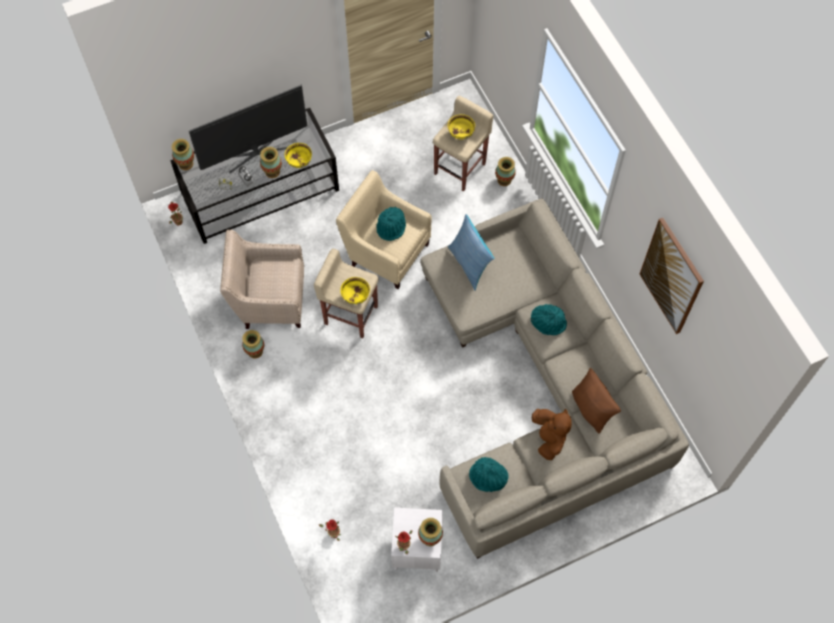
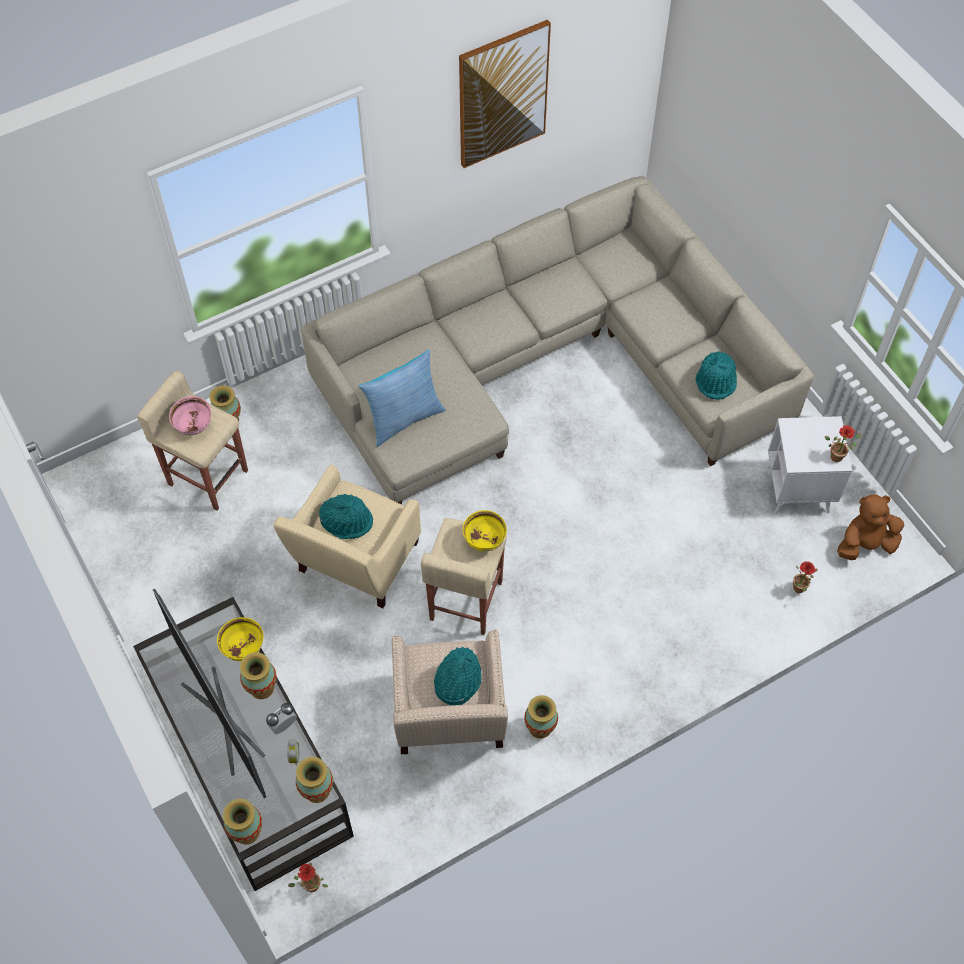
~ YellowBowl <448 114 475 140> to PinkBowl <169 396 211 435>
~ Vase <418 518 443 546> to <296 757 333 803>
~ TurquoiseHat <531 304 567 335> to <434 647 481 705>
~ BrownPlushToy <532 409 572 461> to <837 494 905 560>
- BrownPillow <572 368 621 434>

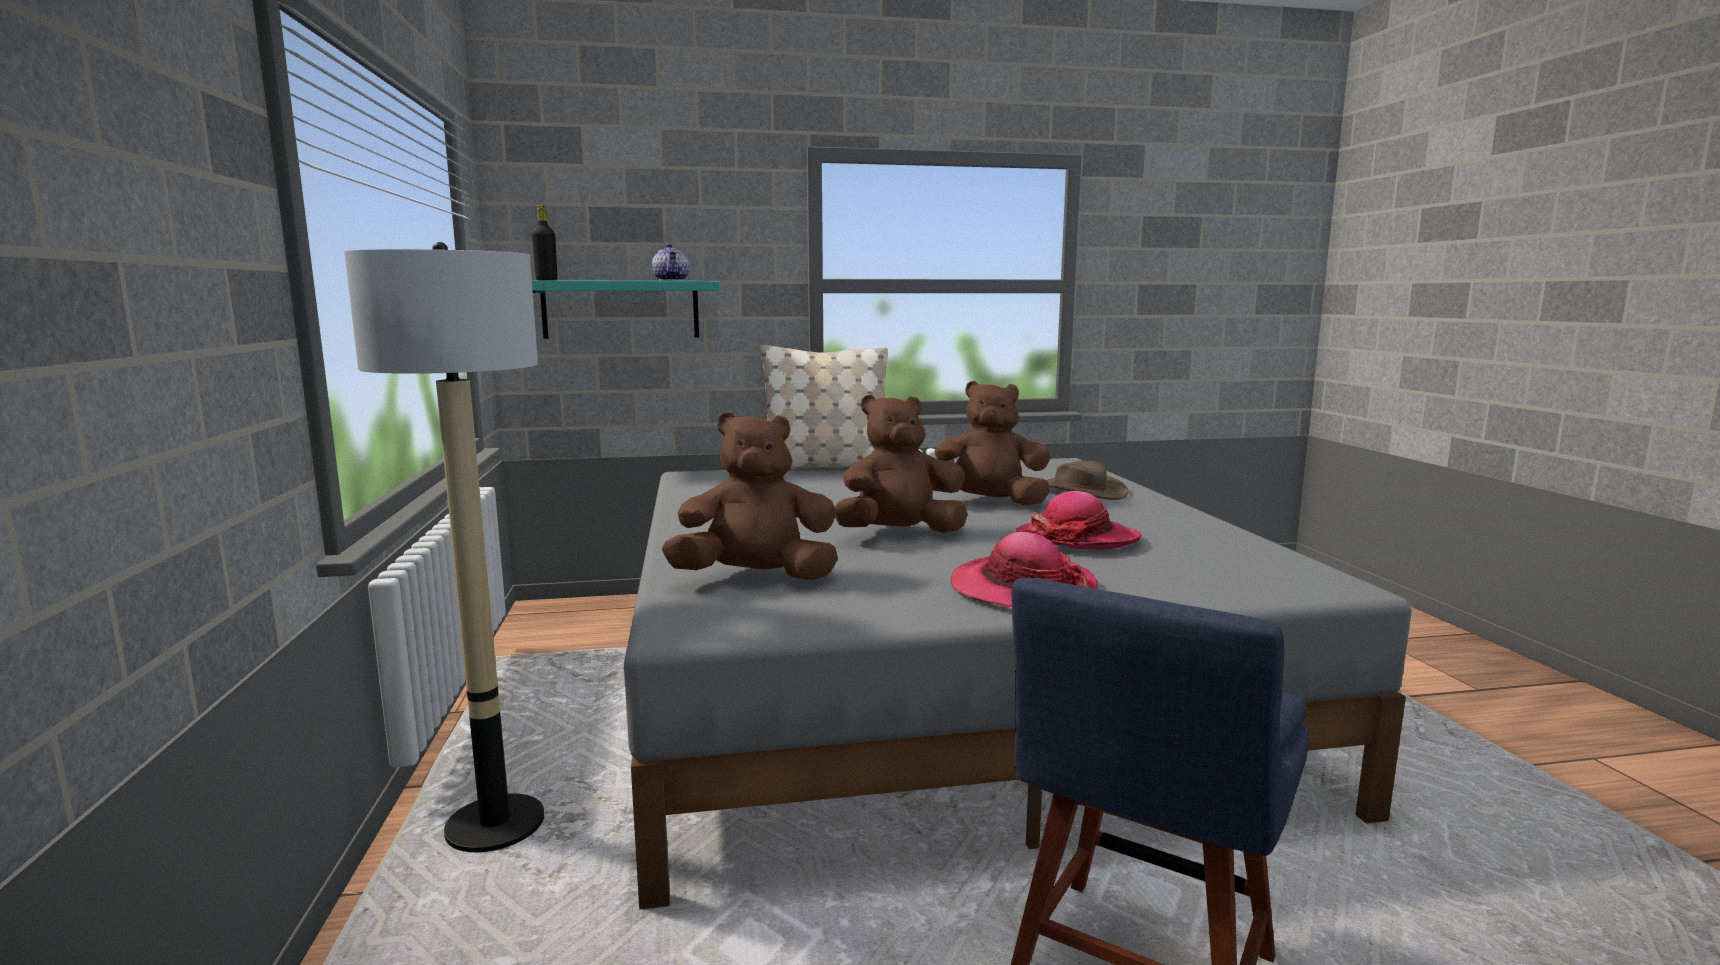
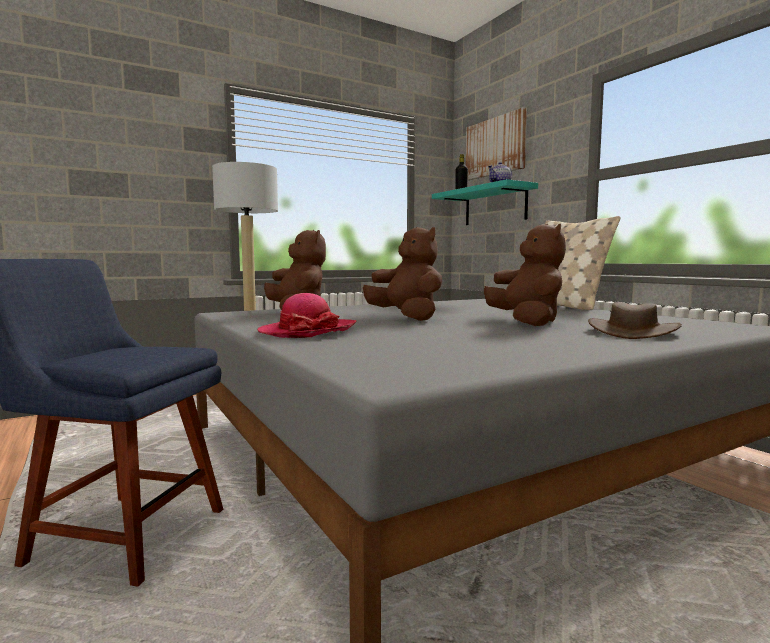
+ Picture <466 107 527 180>
- Hat <1016 491 1141 549>

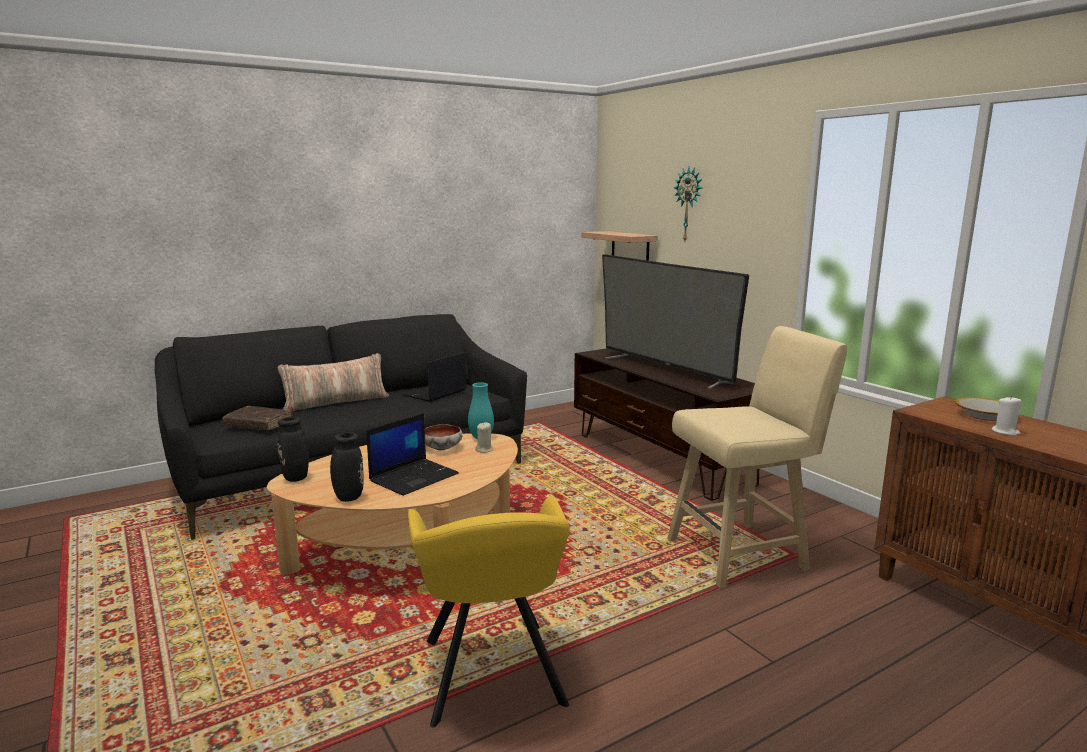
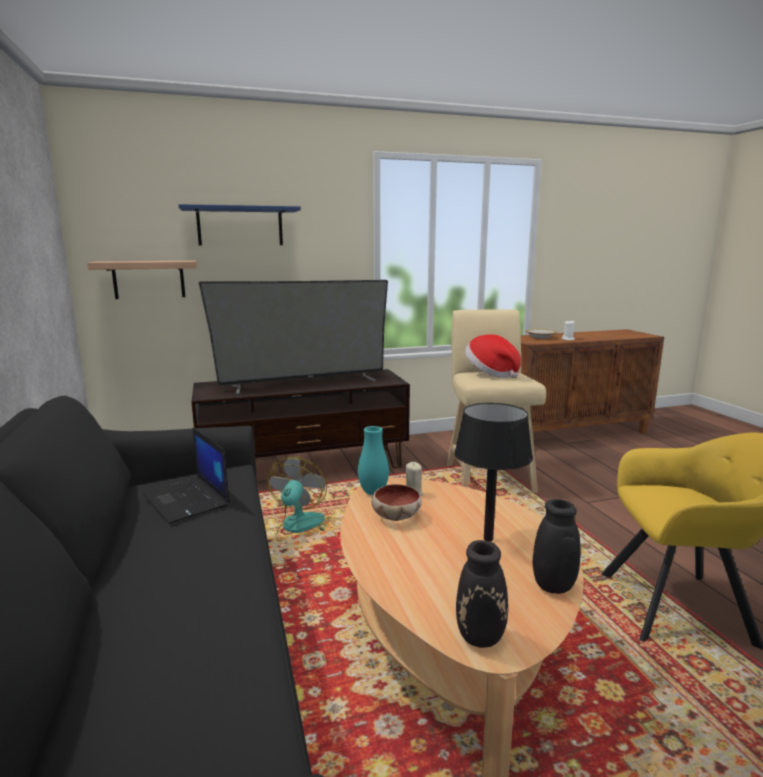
~ WallClock <674 167 702 241> to BlueShelf <179 204 301 245>
+ Fan <267 457 327 544>
~ Laptop <366 413 459 496> to BlackTableLamp <454 403 533 541>
+ Hat <465 334 521 378>
- BrownBook <222 406 291 430>
- Pillow <278 353 389 411>

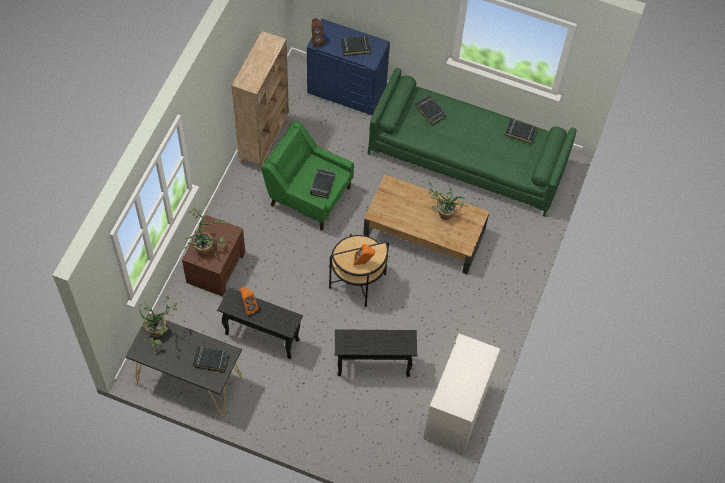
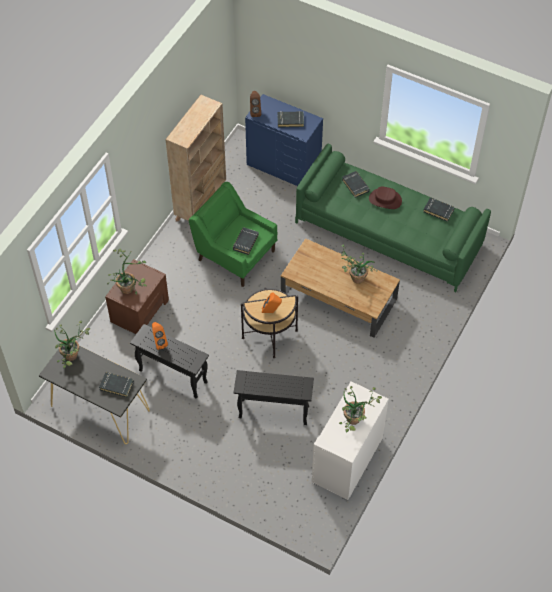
+ PottedPlant <339 386 382 432>
+ BrownHat <369 187 402 209>

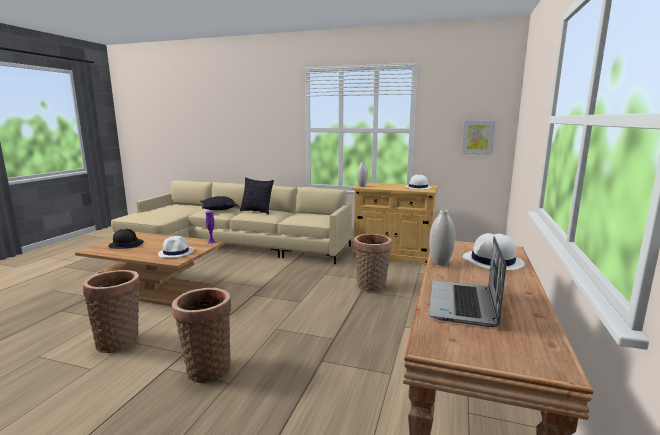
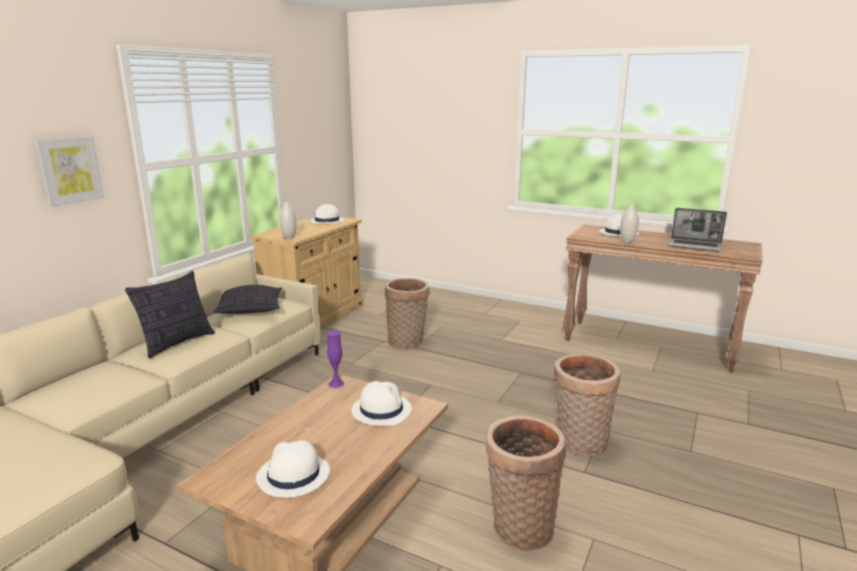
~ Picture <461 120 495 155> to <35 136 104 207>
~ Pillow <200 196 238 210> to <213 285 282 314>
~ BlackHat <108 229 144 249> to WhiteHat <256 440 330 498>

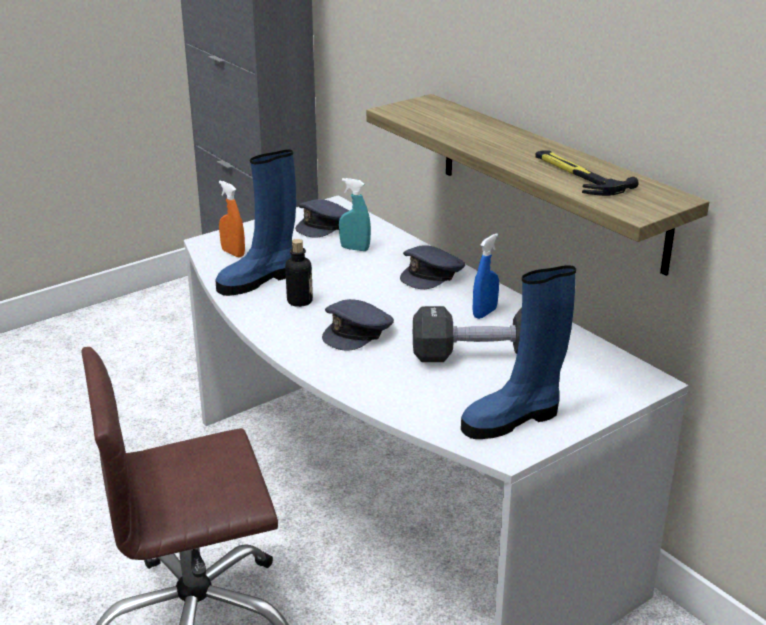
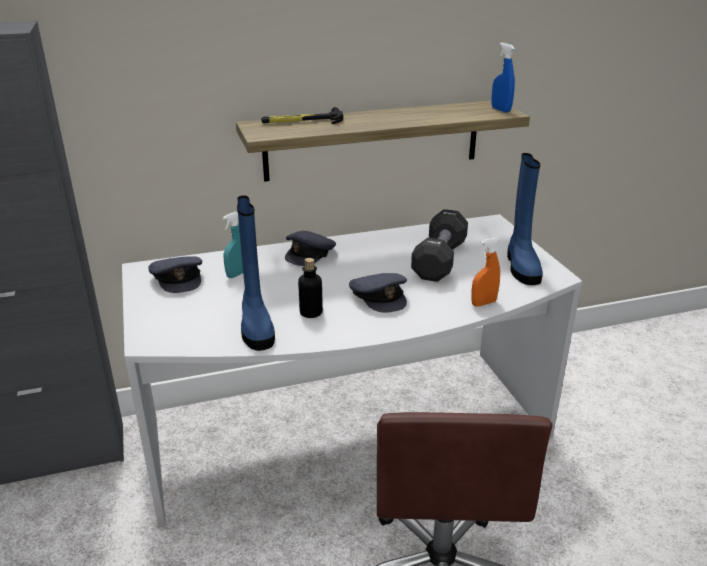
~ Hammer <535 150 639 196> to <261 107 343 124>
~ GreyCap <400 245 465 289> = <285 231 336 266> 60 degrees clockwise
~ OrangeSprayBottle <219 181 245 258> to <471 238 500 307>
~ BlueSprayBottle <473 233 499 319> to <491 43 515 112>

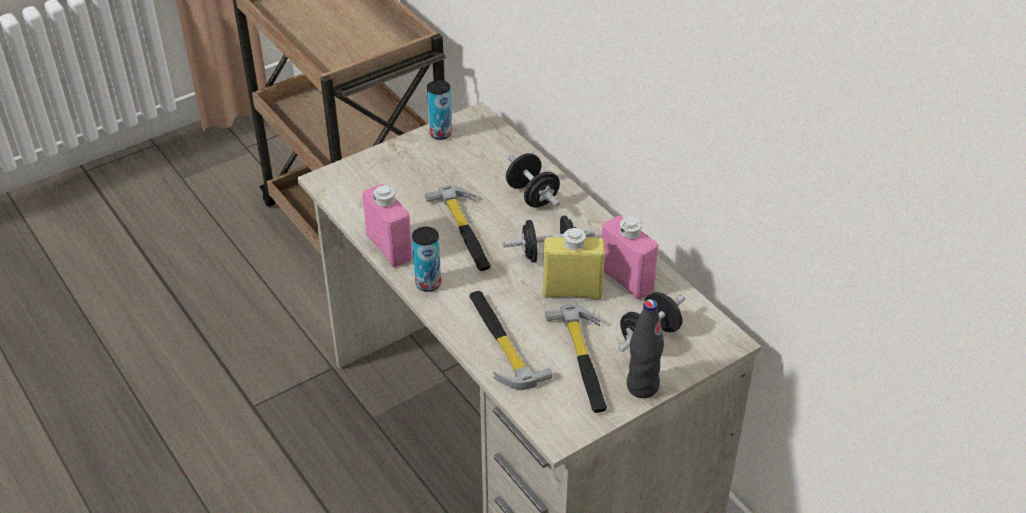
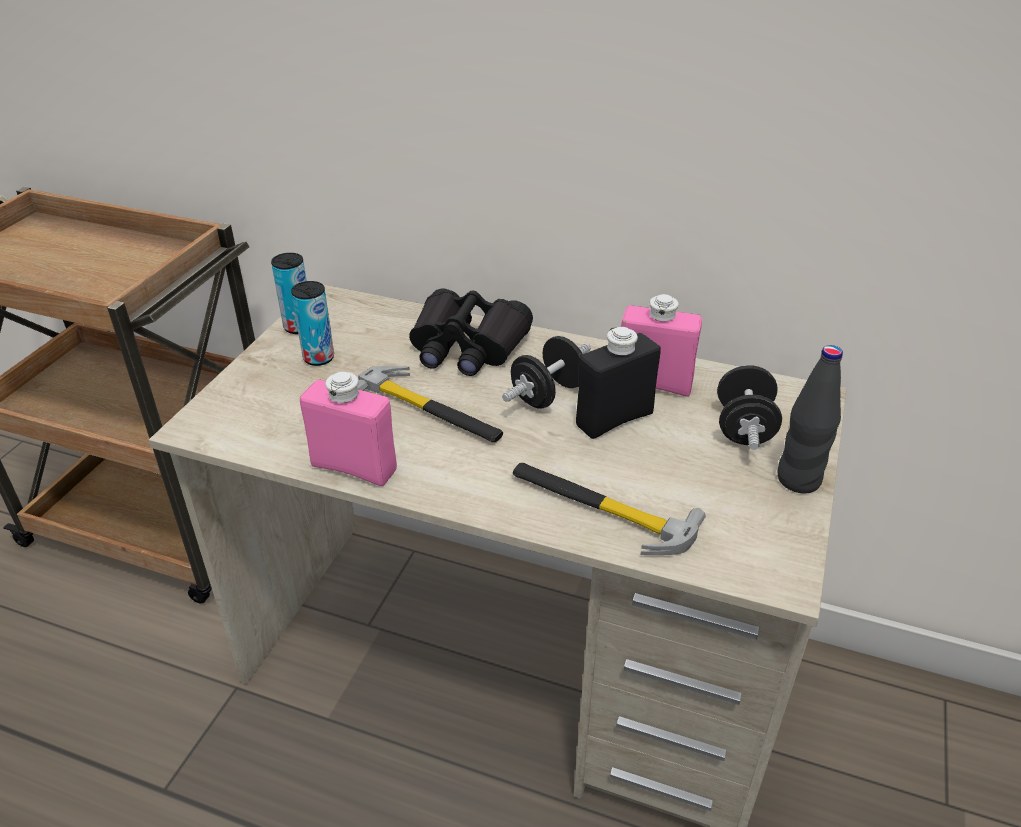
~ Can <412 227 441 292> to <291 281 334 366>
~ BlackDumbbell <506 153 560 208> to BlackBinoculars <409 289 533 376>
~ YellowBottle <543 227 605 299> to BlackBottle <576 327 661 439>
- Hammer <545 305 607 413>

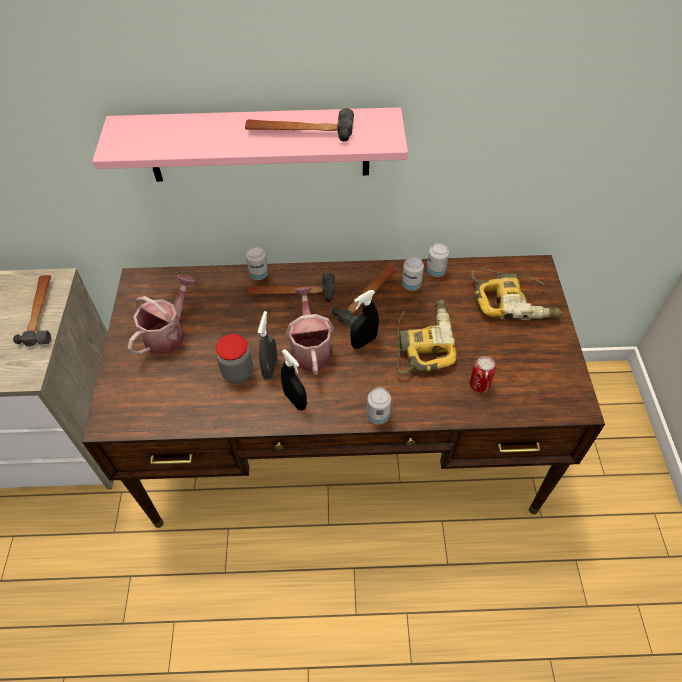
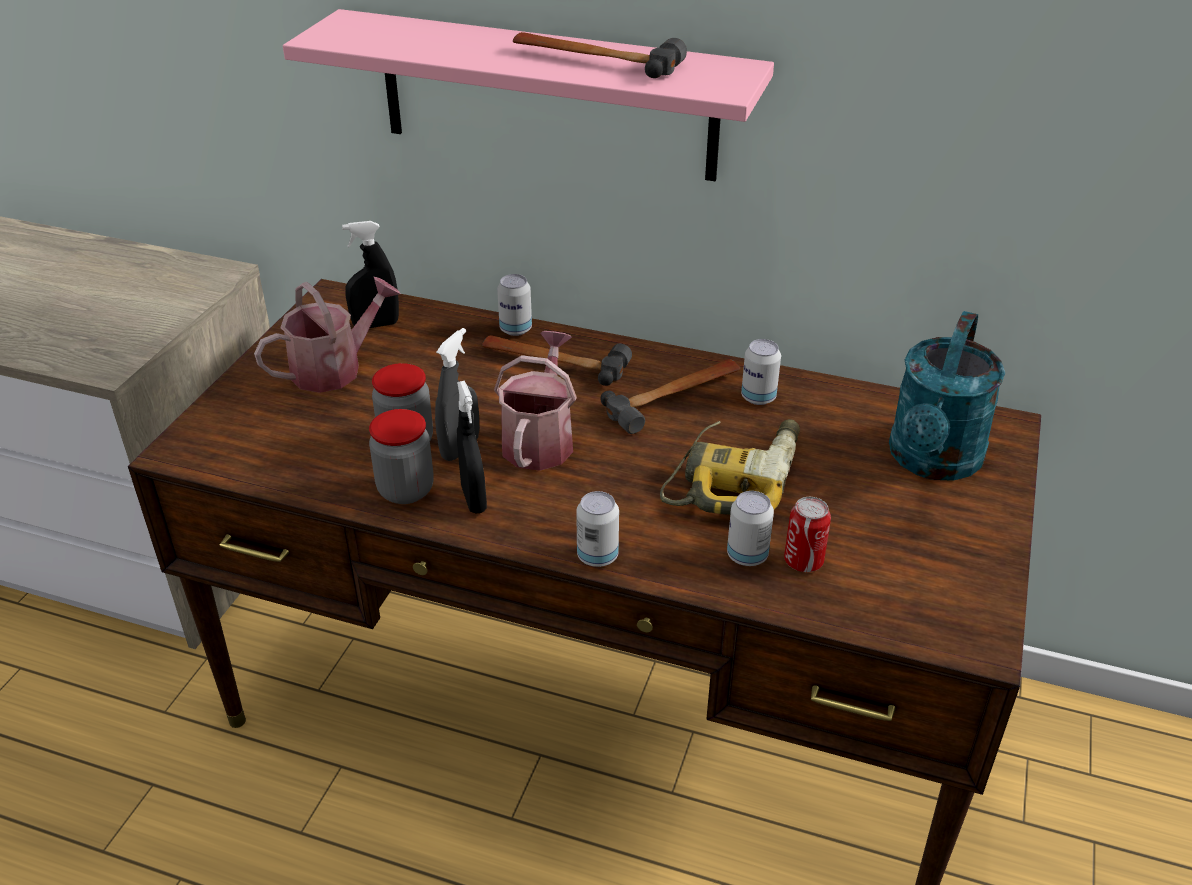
~ BlackSprayBottle <350 290 379 349> to <342 221 399 328>
+ Jar <369 409 434 504>
~ Can <427 242 449 277> to <727 491 774 566>
~ PowerDrill <471 268 563 321> to TurquoiseWateringCan <889 311 1005 481>
- Hammer <13 275 51 346>

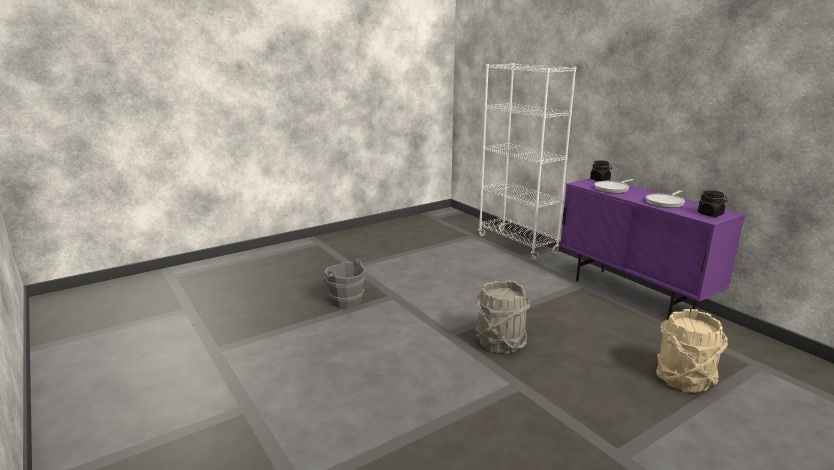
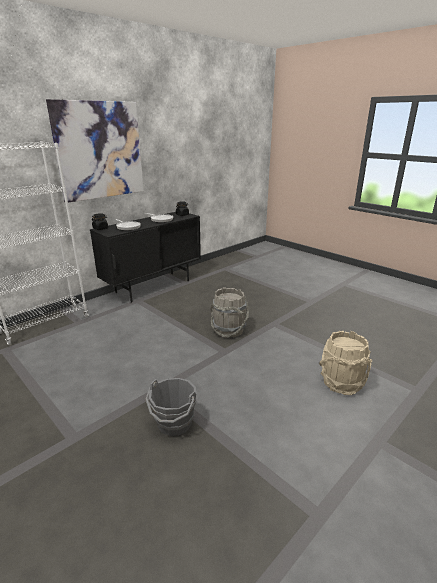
+ Picture <46 99 144 203>
~ PurpleCabinet <560 178 745 319> to BlackCabinet <90 212 201 302>
~ BeigeBucket <656 309 728 393> to <319 331 372 395>

